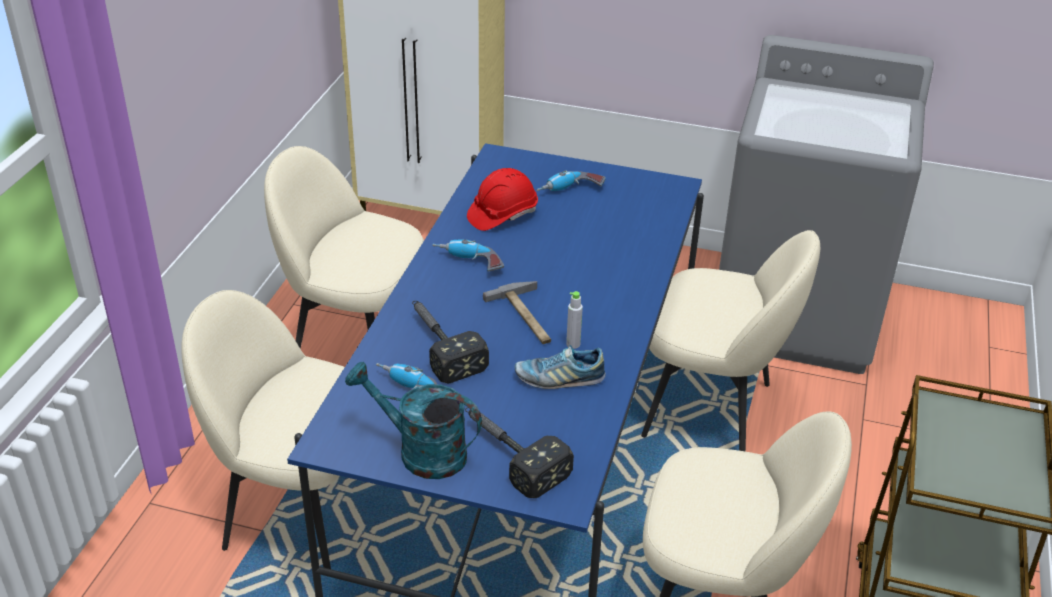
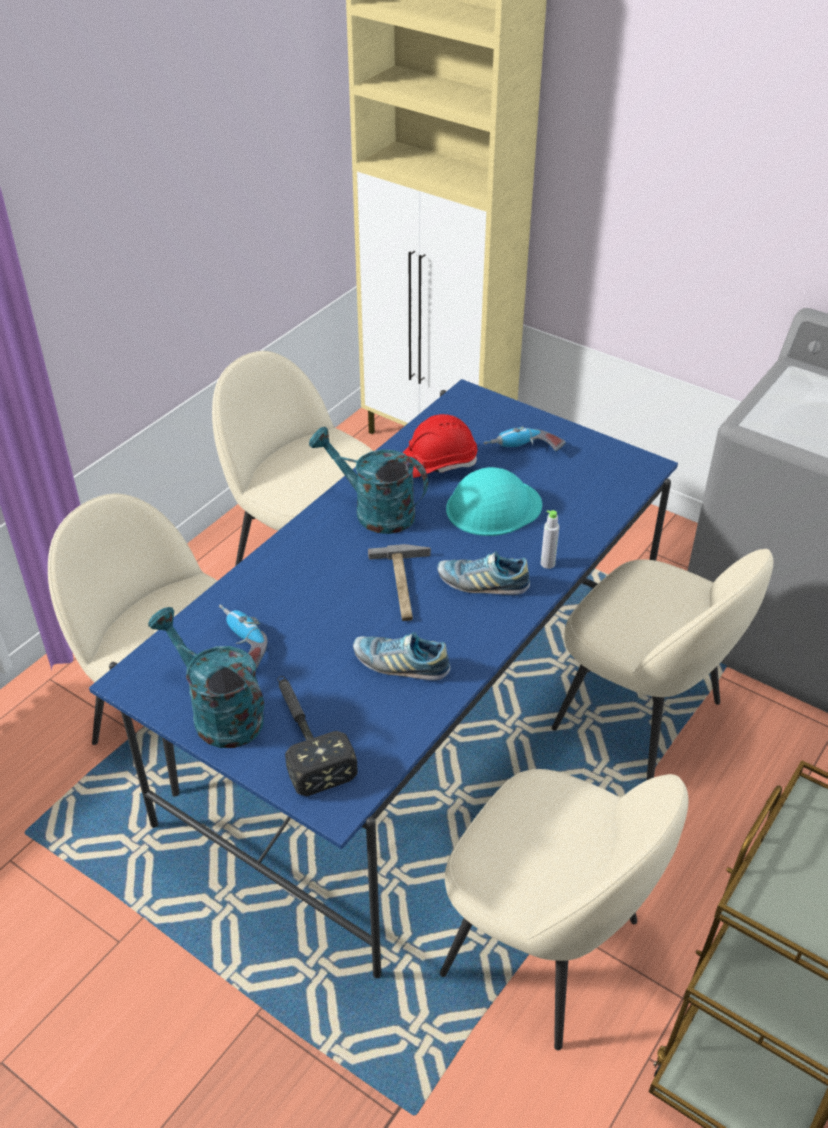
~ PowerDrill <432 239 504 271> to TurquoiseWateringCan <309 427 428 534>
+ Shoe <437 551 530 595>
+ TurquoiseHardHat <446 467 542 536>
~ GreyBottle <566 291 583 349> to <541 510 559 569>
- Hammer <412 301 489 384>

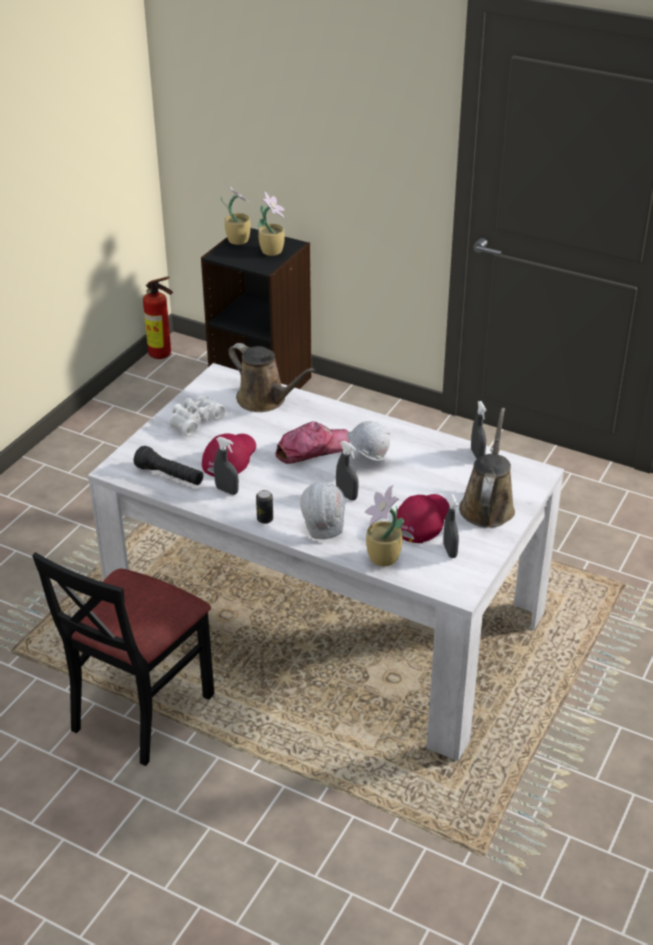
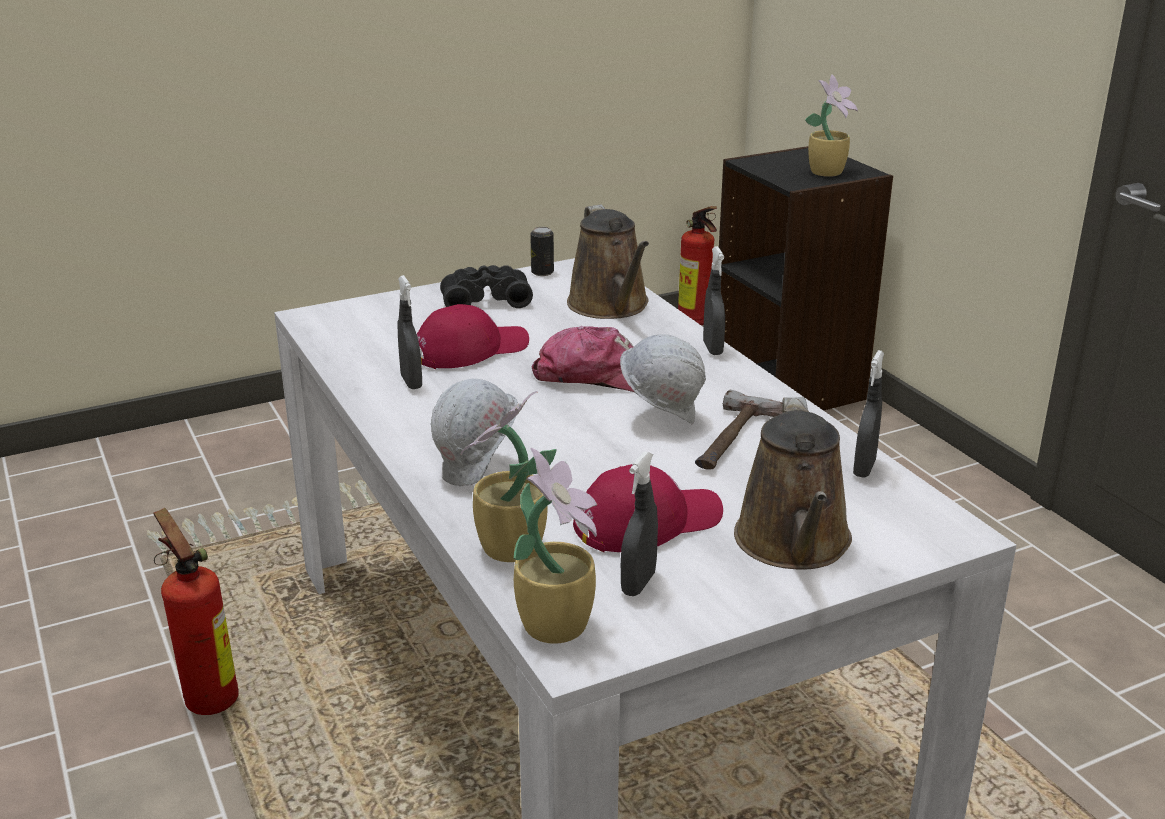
~ BlackChair <32 552 214 766> to FireExtinguisher <153 508 239 715>
~ WhiteBinoculars <170 396 226 437> to BlackBinoculars <440 265 533 308>
~ PottedPlant <221 184 251 245> to <514 447 597 644>
~ Can <256 490 273 524> to <530 227 554 276>
+ Hammer <695 389 783 470>
~ GreySprayBottle <336 441 359 501> to <703 246 725 355>
~ BrownWateringCan <459 408 515 528> = <734 397 852 570> 135 degrees clockwise
- BlackFlashlight <134 446 203 485>

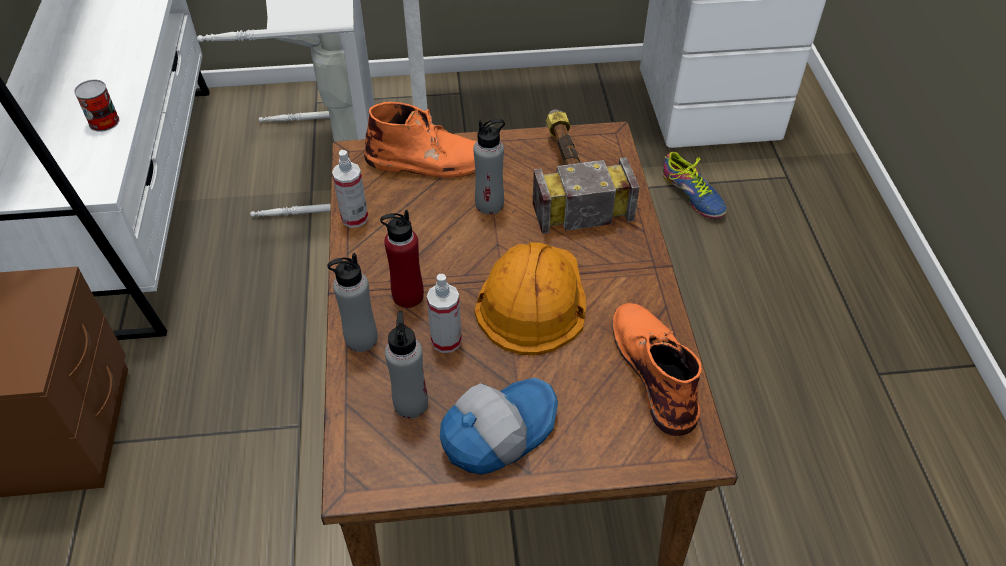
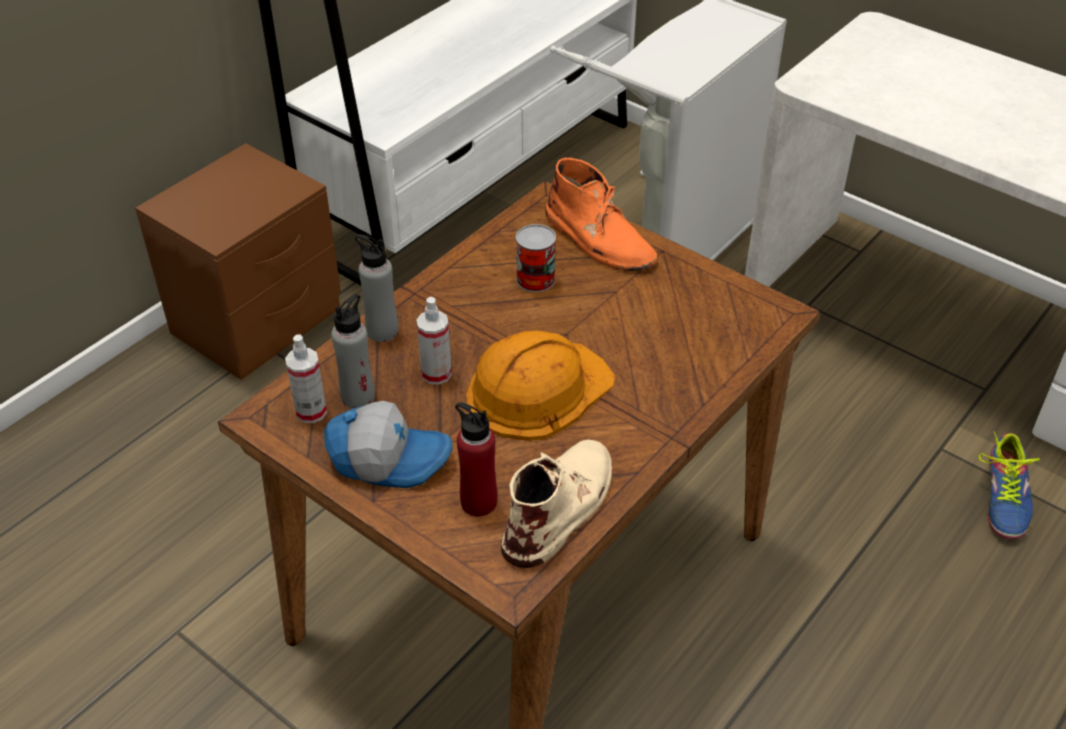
~ SprayBottle <332 150 368 228> to <285 334 327 423>
~ RedBottle <380 210 424 308> to <455 402 497 517>
~ OrangeBoot <612 303 702 436> to BeigeBoot <501 440 612 568>
~ Can <74 80 120 132> to <516 224 556 292>
- GreyBottle <474 119 505 214>
- Hammer <533 109 640 234>

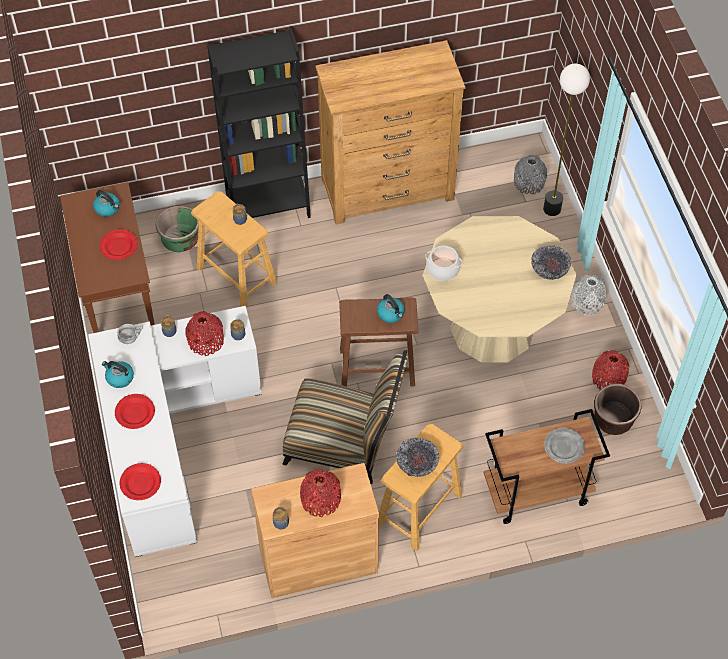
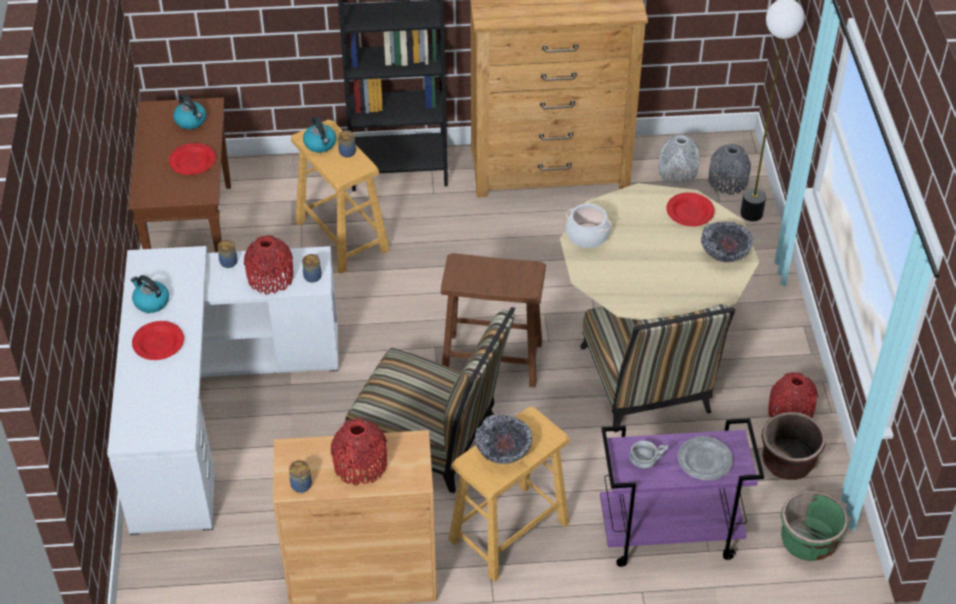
~ Kettle <377 294 405 323> to <303 117 336 153>
+ Chair <580 304 736 433>
~ BrownCart <484 409 610 524> to PurpleCart <600 418 764 567>
~ GreyBowl <117 324 143 344> to <629 441 668 469>
~ GreyVase <571 275 606 316> to <658 134 699 185>
~ RedPlate <120 463 161 500> to <666 192 715 226>
~ GreenPlanter <156 206 199 252> to <781 490 848 561>

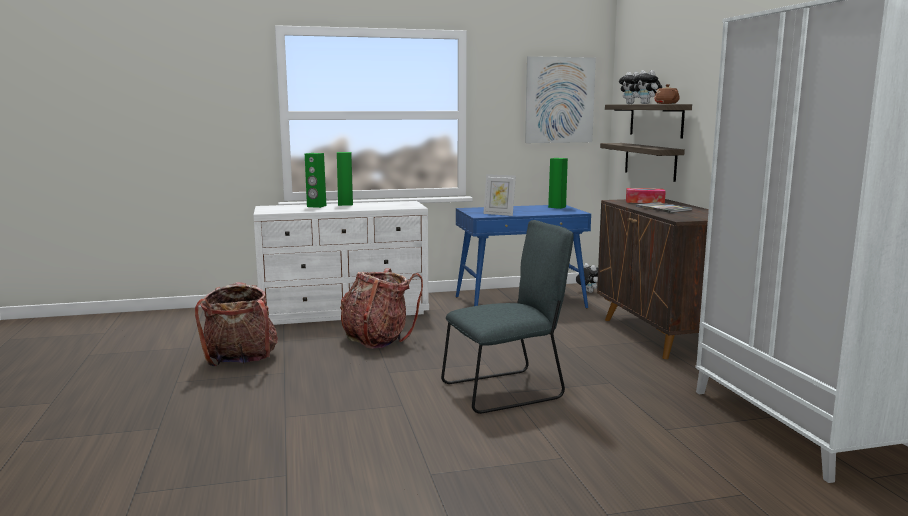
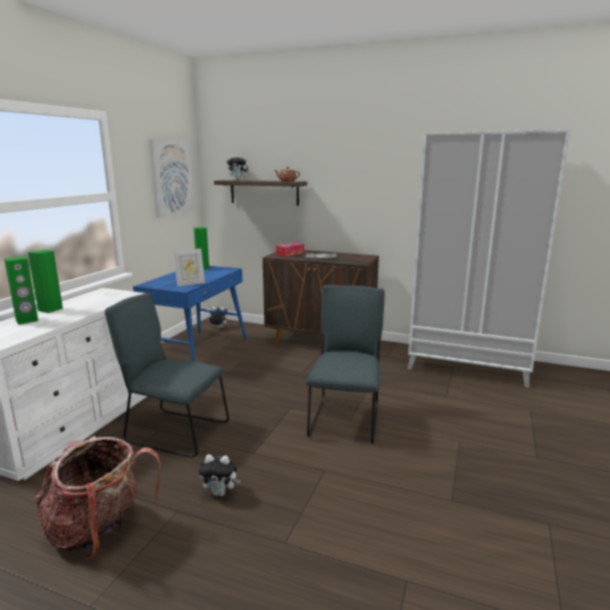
~ Backpack <340 268 423 349> to GreyChair <105 293 229 457>
~ PlushToy <633 70 662 104> to <198 455 241 496>
- Shelf <600 143 685 182>

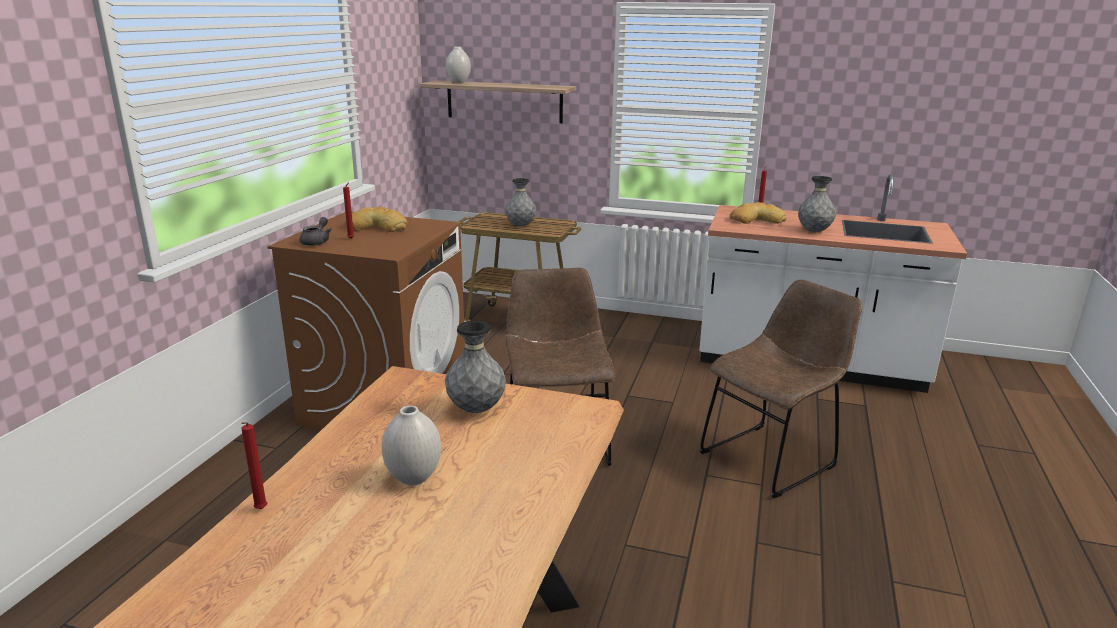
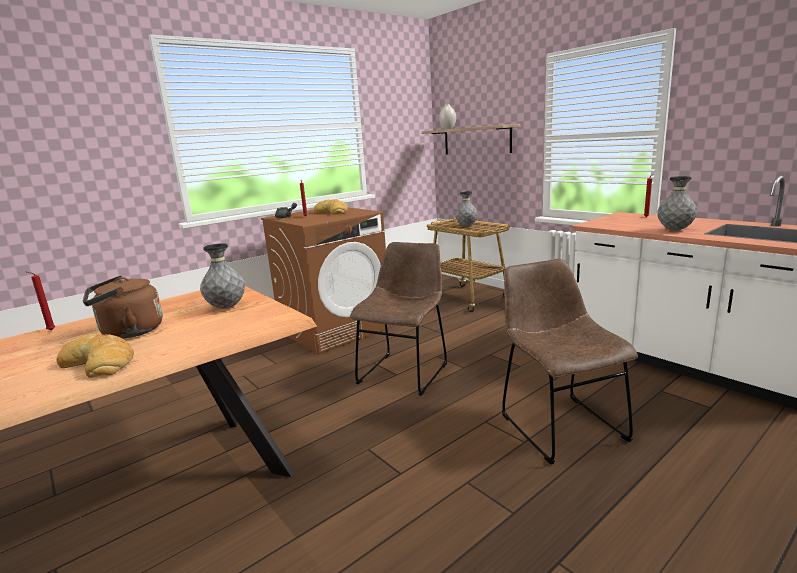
~ Bread <730 202 786 224> to <56 334 134 378>
~ WhiteVase <382 406 441 485> to BrownKettle <83 276 163 339>
~ BrownChair <700 279 863 498> = <502 259 638 465> 105 degrees counterclockwise

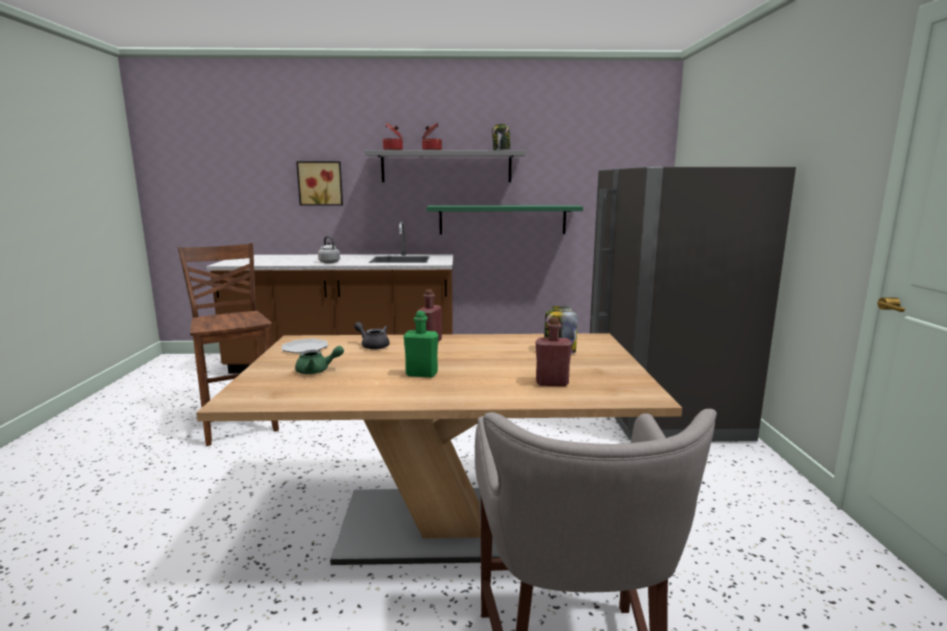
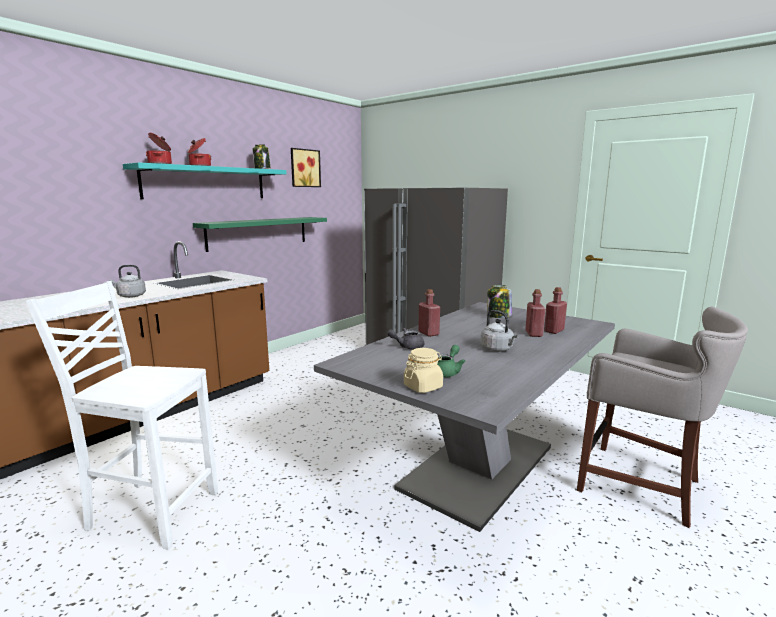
~ BrownChair <178 243 279 446> to WhiteChair <26 281 218 549>
~ GreyShelf <365 150 526 182> to TurquoiseShelf <123 162 286 199>
~ Picture <296 161 343 206> to <291 148 321 187>
~ BrownDiningTable <196 333 682 565> to GreyDiningTable <314 302 615 532>
+ BeigeJar <404 348 443 393>
~ GreenBottle <403 311 438 378> to GreyKettle <481 310 519 352>
+ RedBottle <525 289 545 337>
- Plate <282 338 328 353>

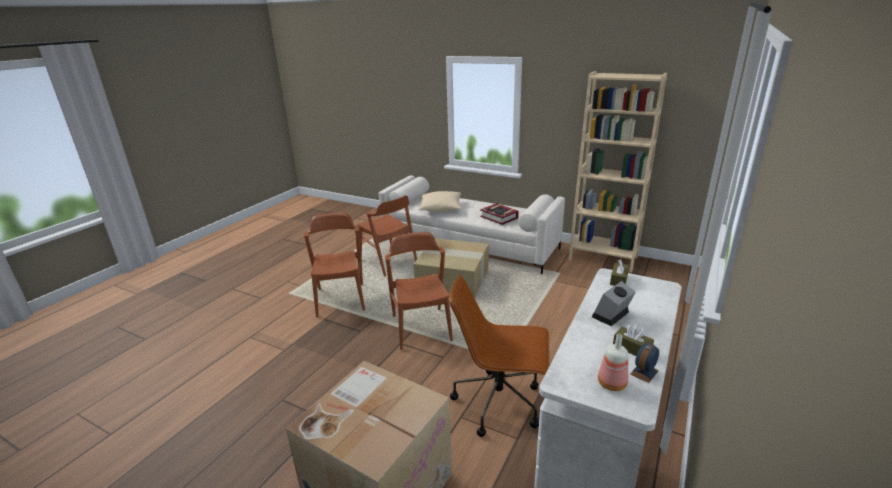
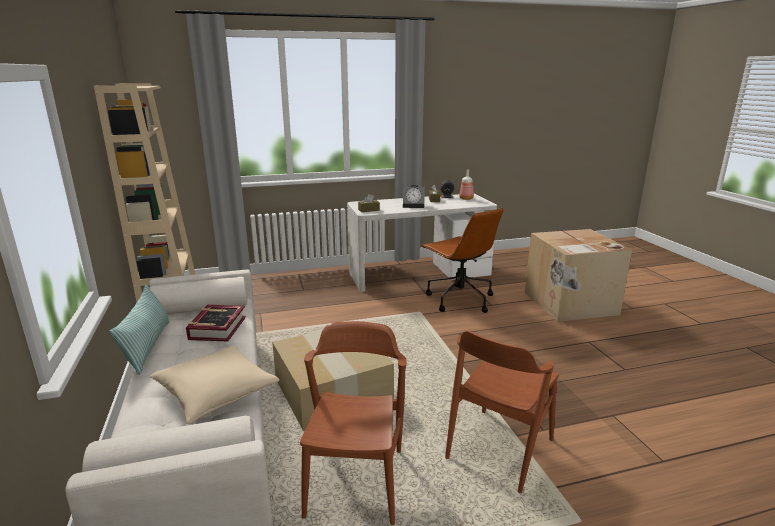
+ Pillow <109 284 169 375>
- BrownChair <385 232 453 350>

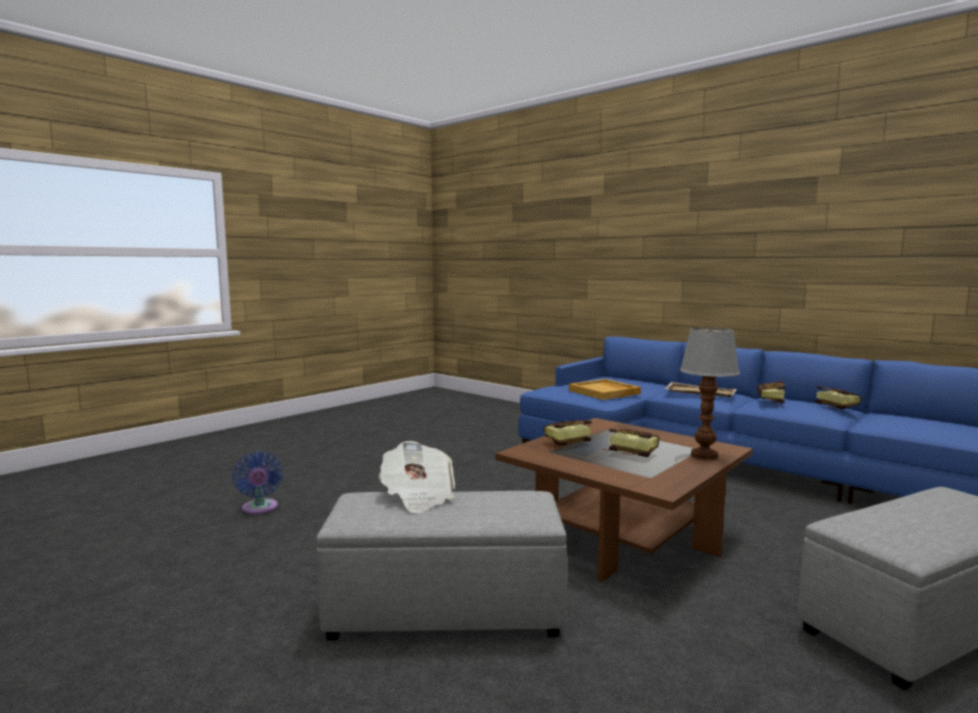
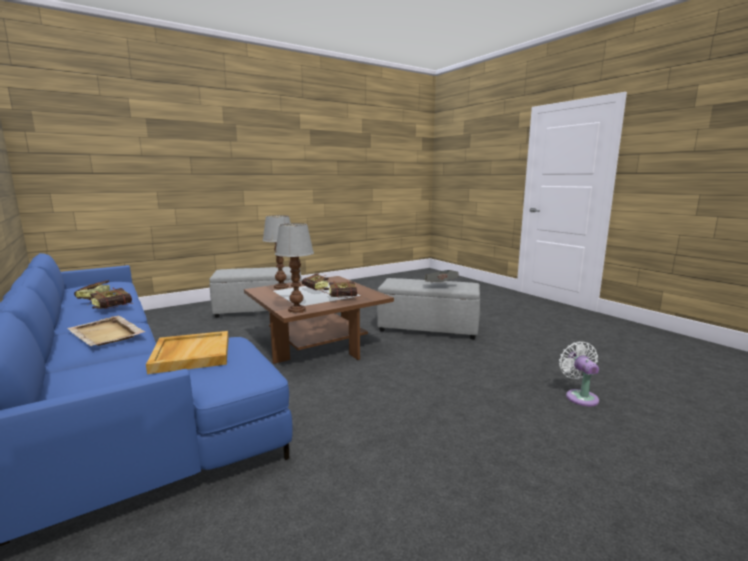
+ TableLamp <275 223 314 313>
~ BlueFan <232 451 283 515> to WhiteFan <559 341 599 406>

